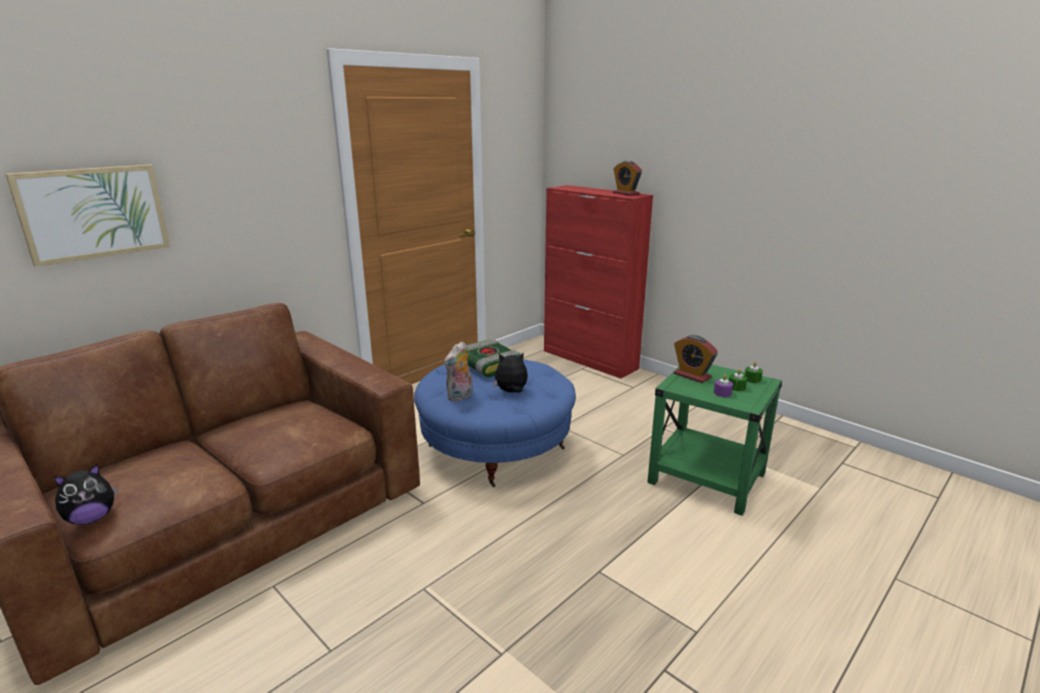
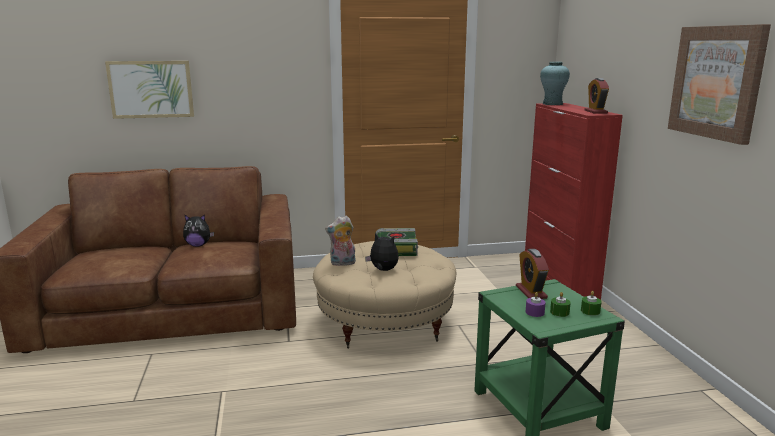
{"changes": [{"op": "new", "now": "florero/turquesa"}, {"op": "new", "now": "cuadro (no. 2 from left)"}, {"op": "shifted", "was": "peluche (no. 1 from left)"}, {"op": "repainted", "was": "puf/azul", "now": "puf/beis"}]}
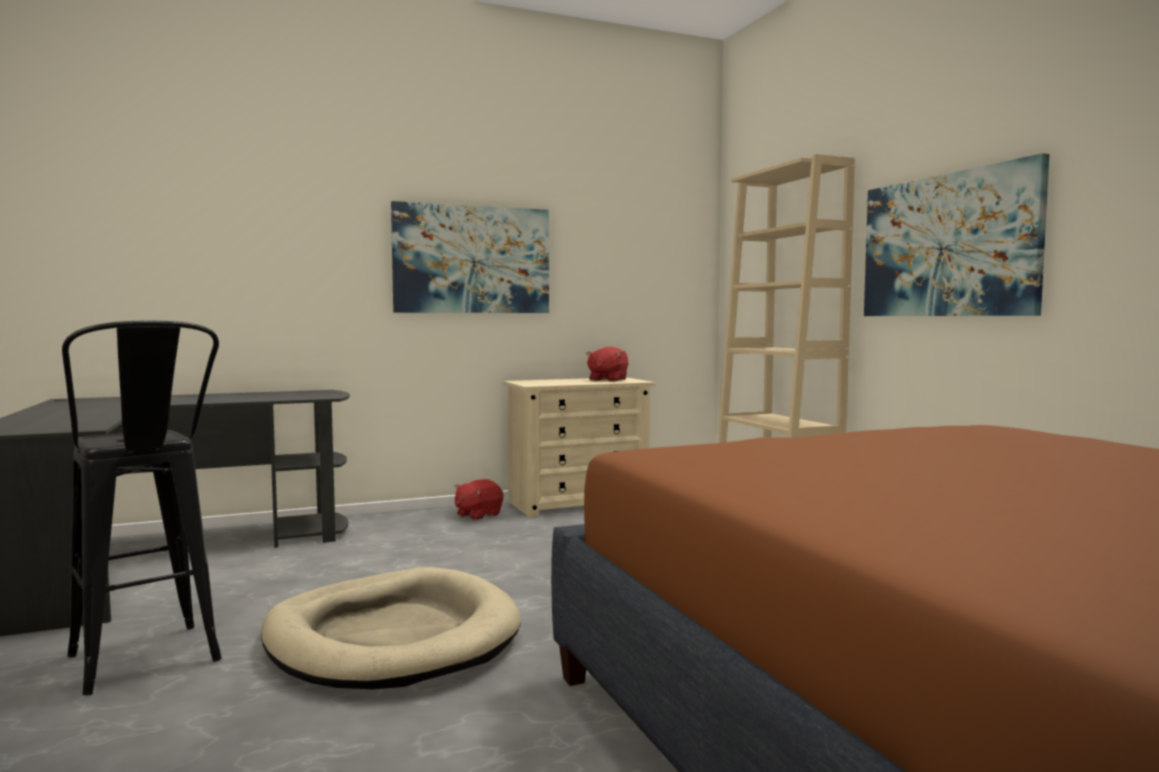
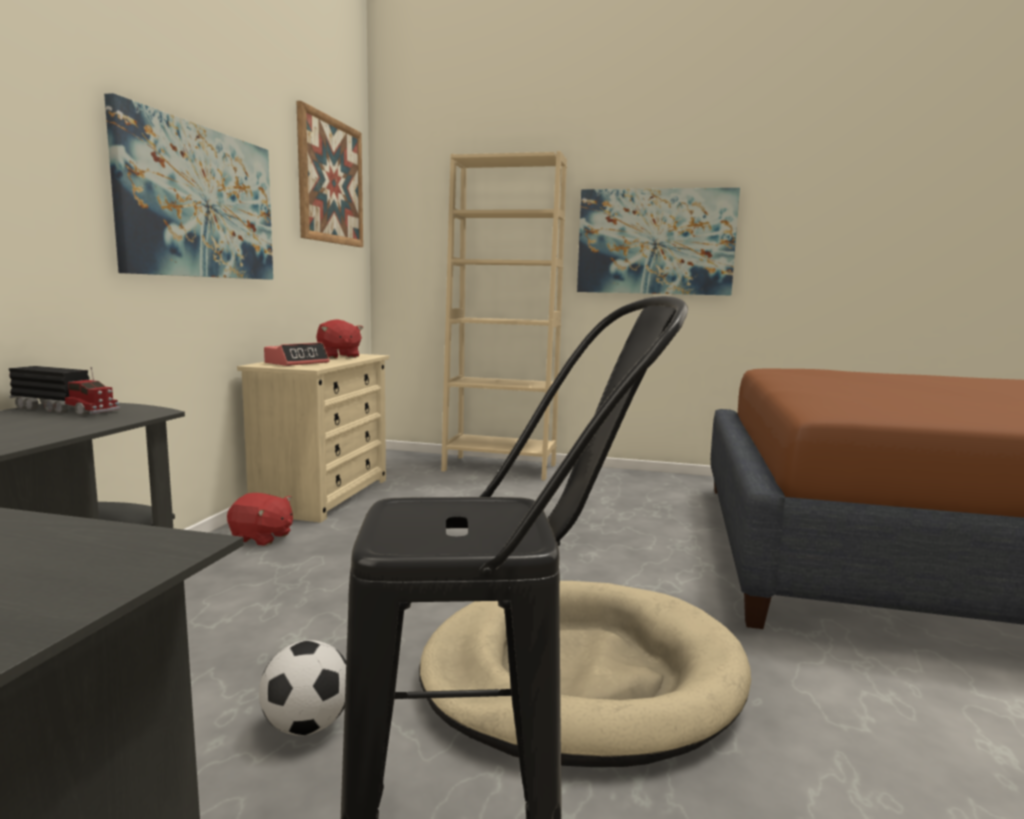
{"changes": [{"op": "new", "now": "camión de juguete"}, {"op": "new", "now": "balón de fútbol"}, {"op": "new", "now": "despertador"}, {"op": "new", "now": "cuadro (no. 2 from left)"}, {"op": "rotated", "was": "peluche/rojo (no. 1 from left)", "clockwise": -60}]}
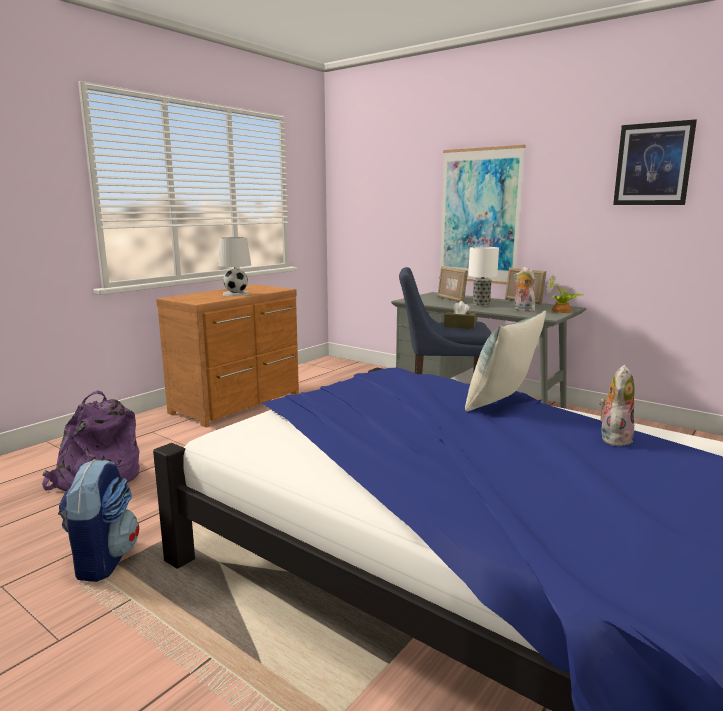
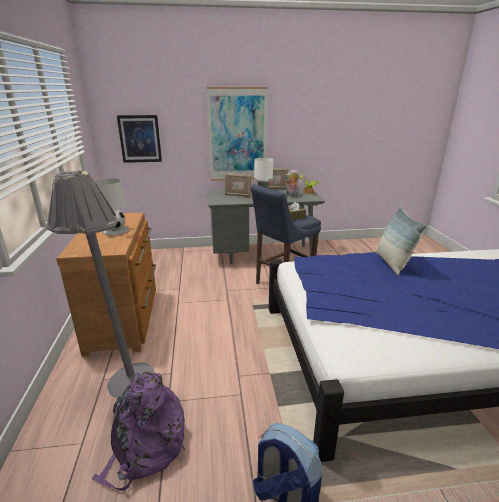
{"changes": [{"op": "gone", "was": "peluche (no. 2 from left)"}, {"op": "new", "now": "lámpara de pie/gris"}, {"op": "shifted", "was": "cuadro (no. 2 from left in the first image)", "now": "cuadro (no. 1 from left)"}]}
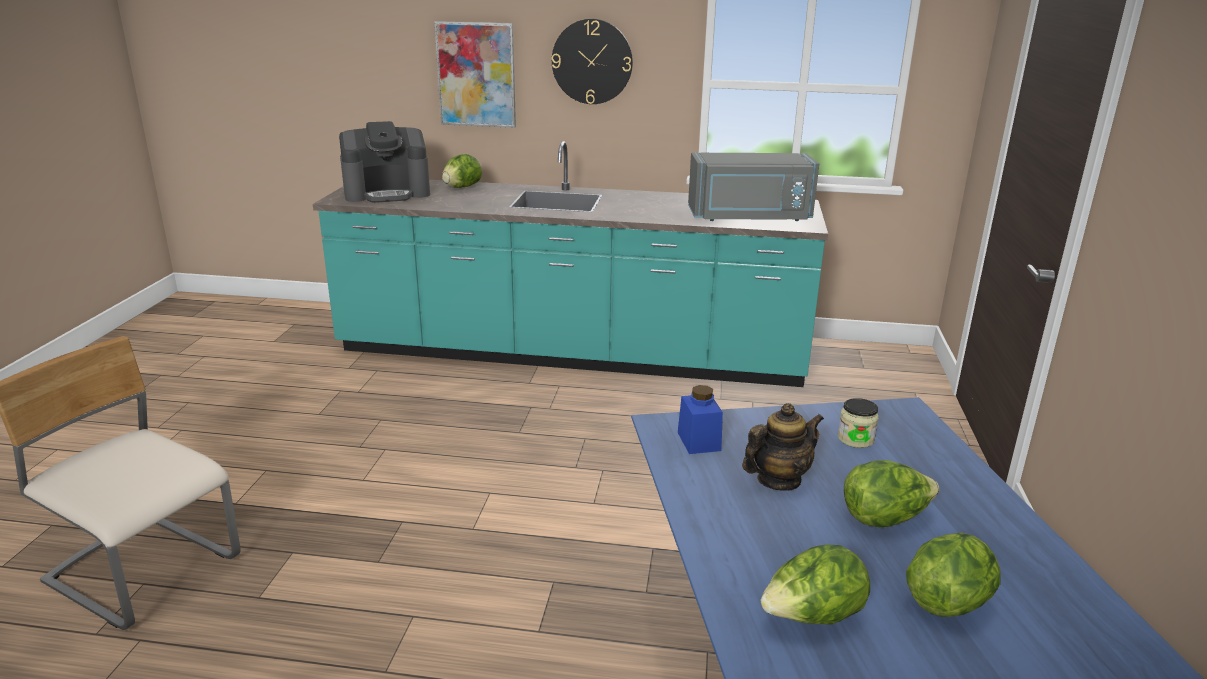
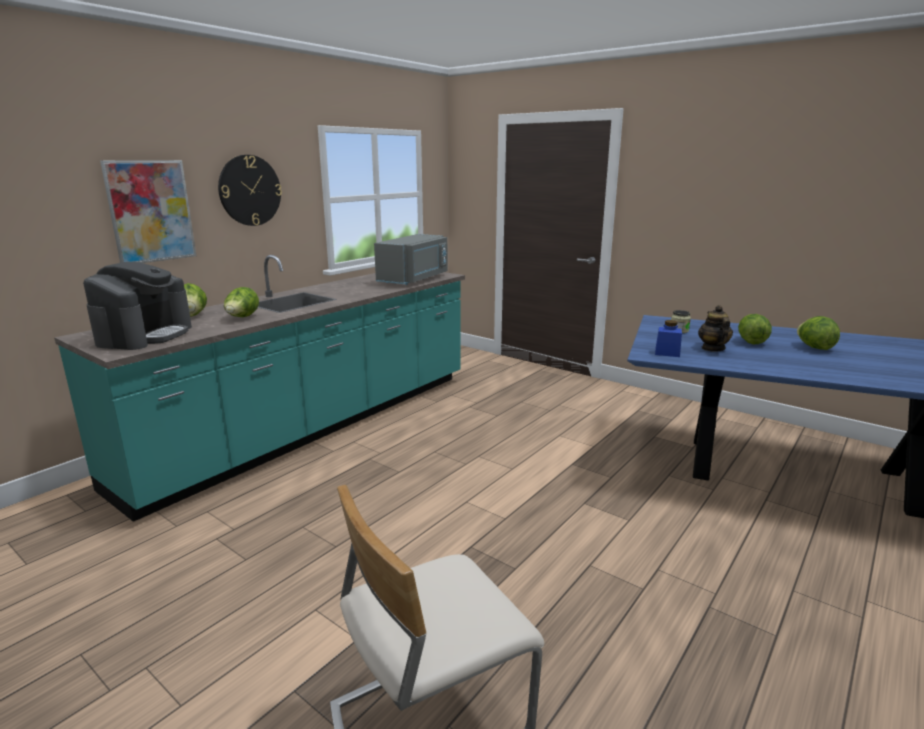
{"changes": [{"op": "shifted", "was": "lechuga (no. 2 from left)"}]}
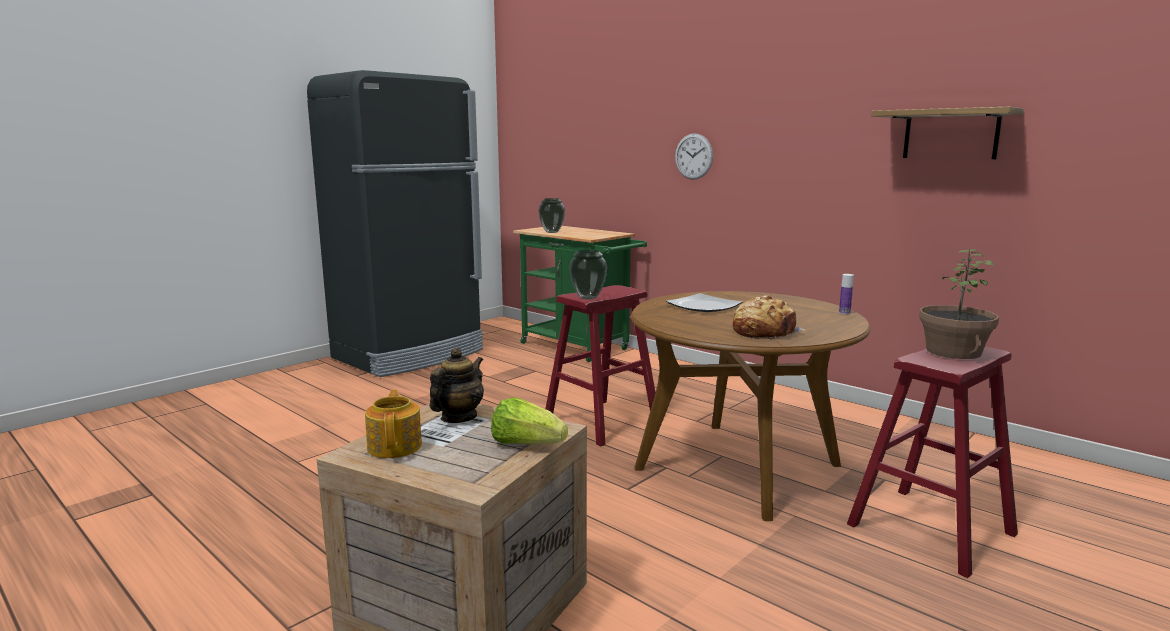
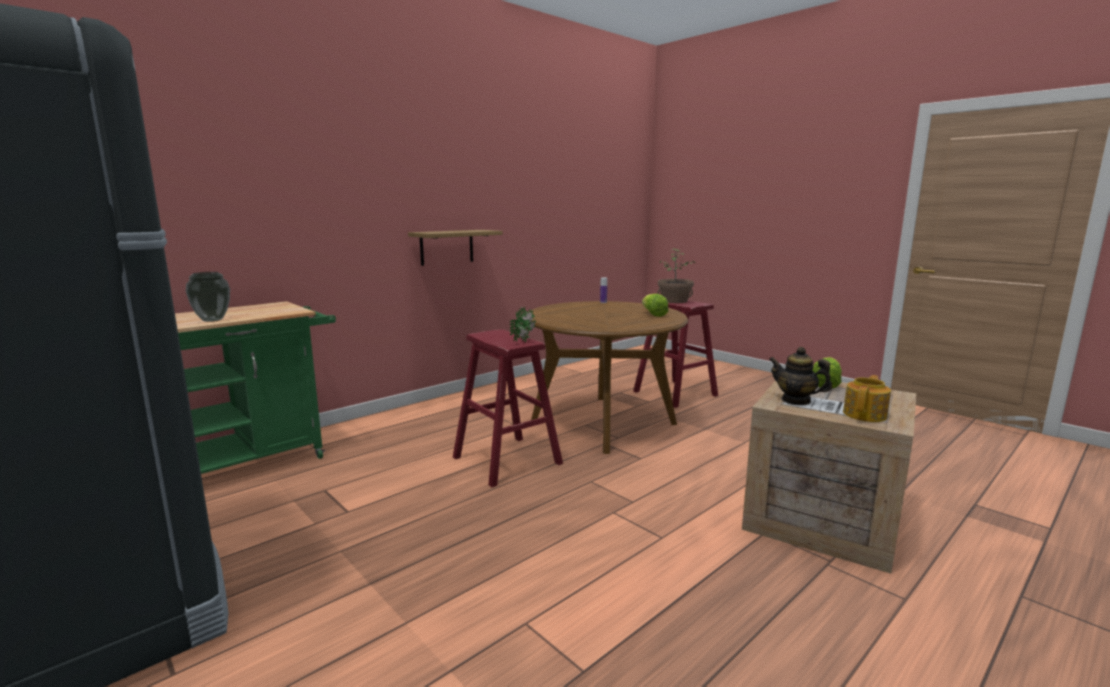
{"changes": [{"op": "gone", "was": "plato"}, {"op": "gone", "was": "reloj de pared"}, {"op": "shifted", "was": "estante"}, {"op": "swapped", "was": "florero (no. 2 from left)", "now": "planta en maceta (no. 1 from left)"}, {"op": "swapped", "was": "pan", "now": "lechuga (no. 1 from left)"}, {"op": "rotated", "was": "tetera (no. 1 from left in the first image)", "clockwise": 135}]}
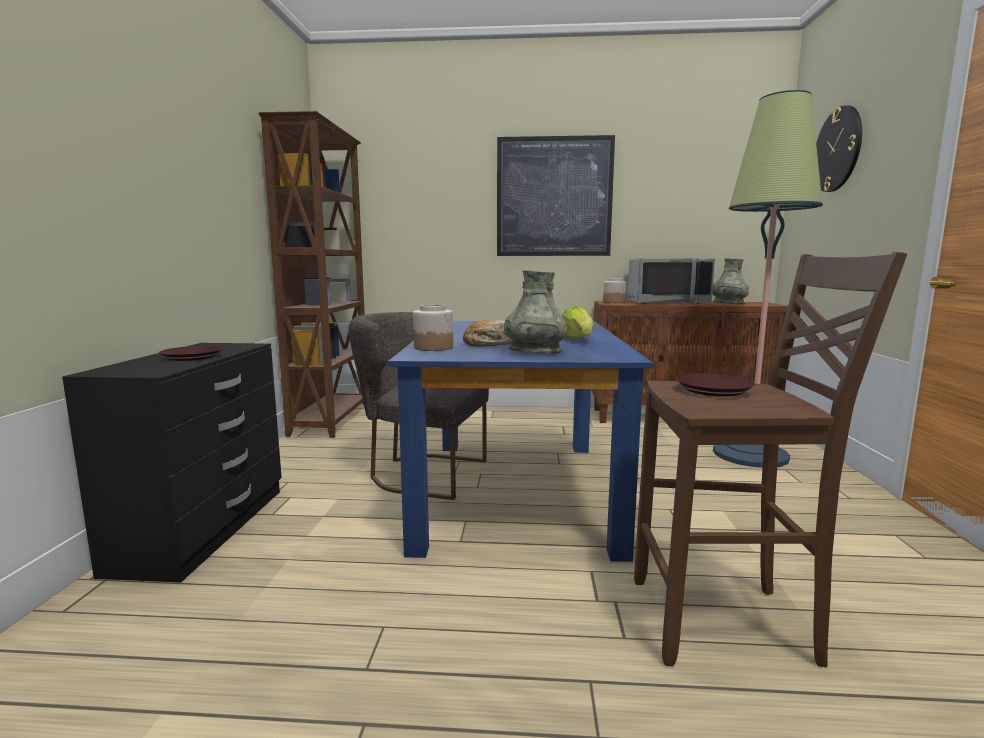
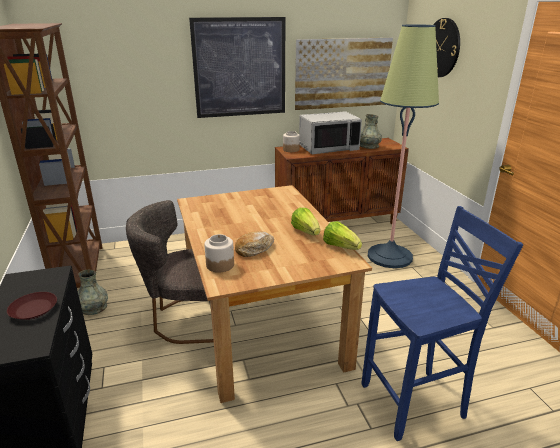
{"changes": [{"op": "gone", "was": "plato/marrón (no. 2 from left)"}, {"op": "new", "now": "cuadro (no. 2 from left)"}, {"op": "new", "now": "lechuga (no. 2 from left)"}, {"op": "shifted", "was": "florero/gris (no. 1 from left)"}, {"op": "repainted", "was": "mesa de comedor/azul", "now": "mesa de comedor/marrón"}, {"op": "repainted", "was": "taburete/marrón", "now": "taburete/azul"}]}
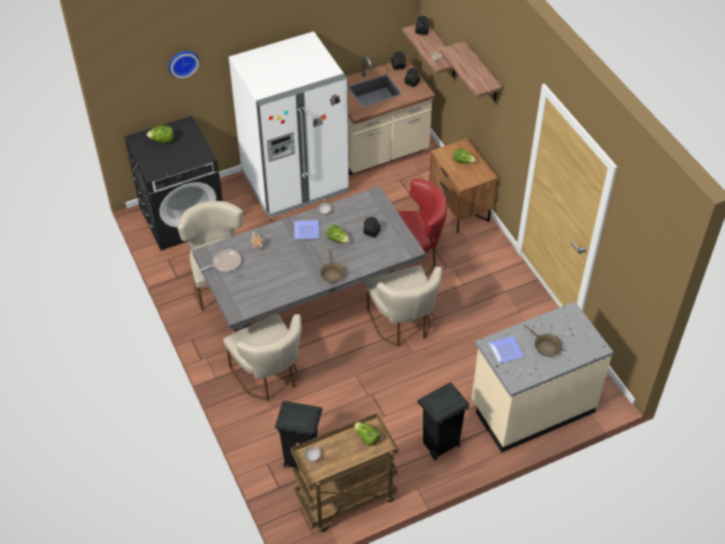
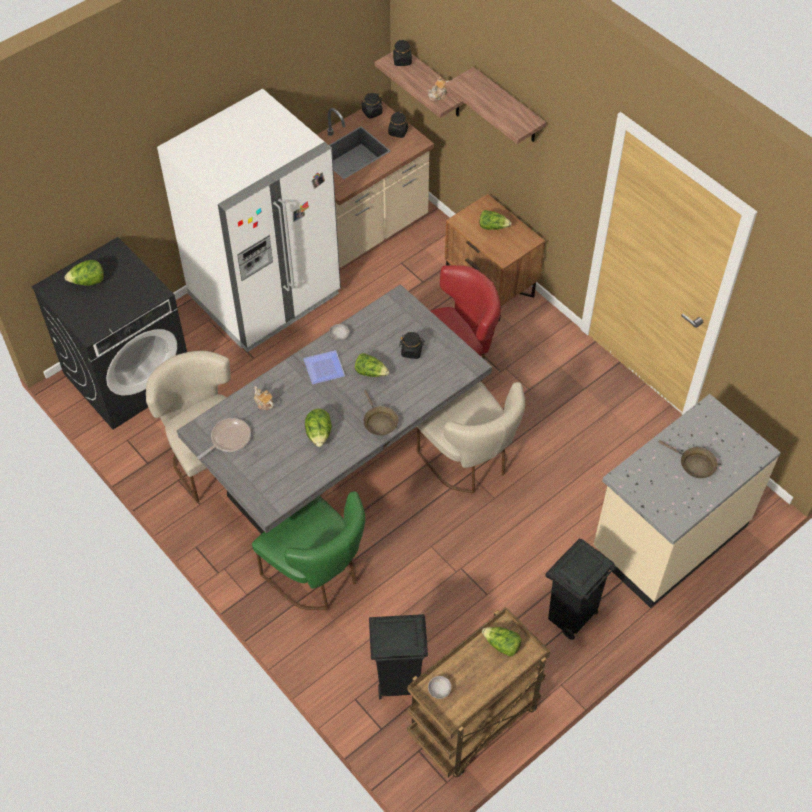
{"changes": [{"op": "gone", "was": "reloj de pared"}, {"op": "gone", "was": "plato (no. 2 from left)"}, {"op": "new", "now": "lechuga (no. 2 from left)"}, {"op": "repainted", "was": "silla/beis (no. 2 from left)", "now": "silla/verde"}]}
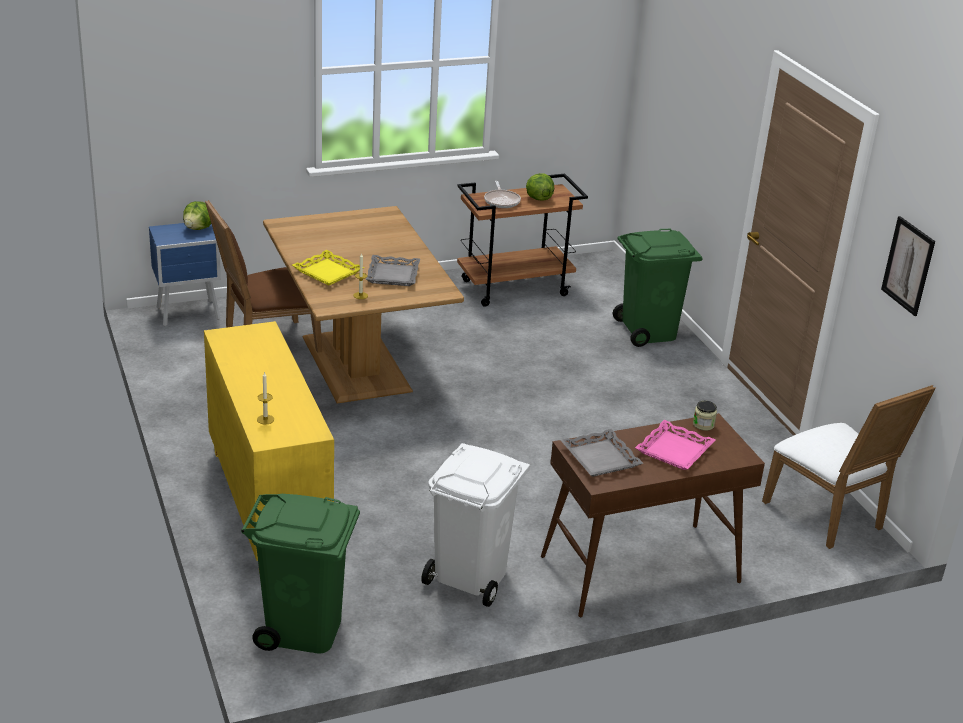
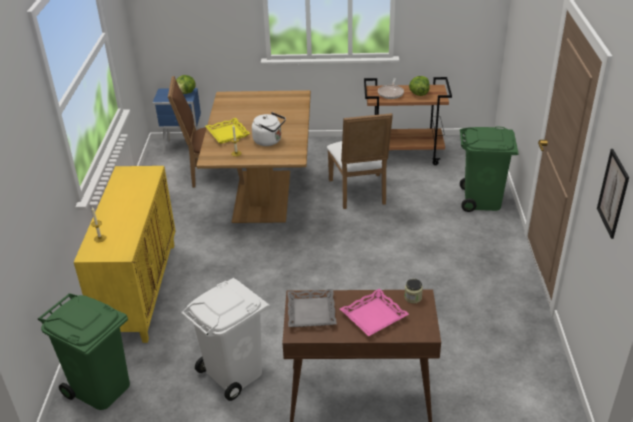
{"changes": [{"op": "shifted", "was": "silla/blanco"}, {"op": "swapped", "was": "bandeja/gris (no. 1 from left)", "now": "hervidor/blanco"}]}
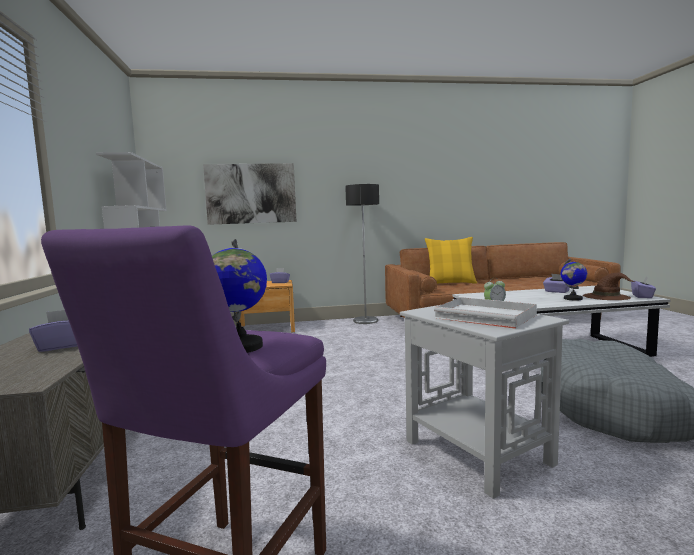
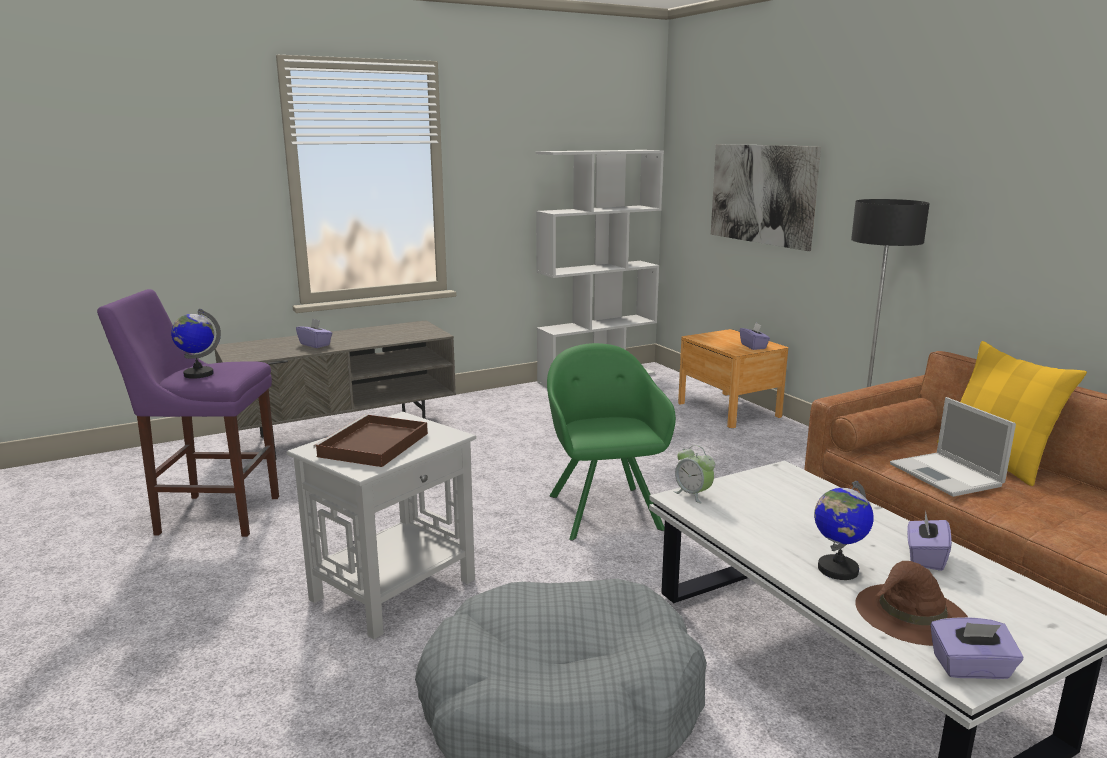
{"changes": [{"op": "new", "now": "sillón/verde"}, {"op": "new", "now": "portátil"}, {"op": "repainted", "was": "bandeja/blanco", "now": "bandeja/marrón"}]}
